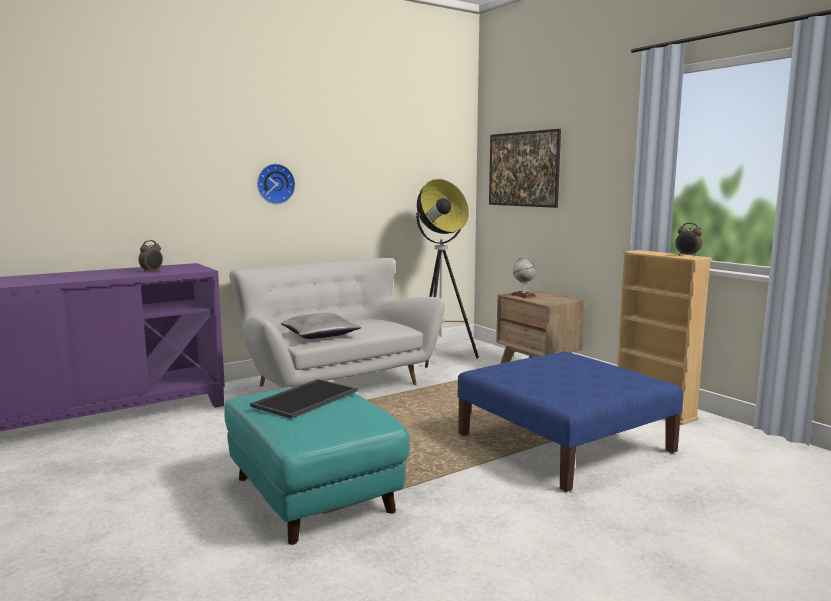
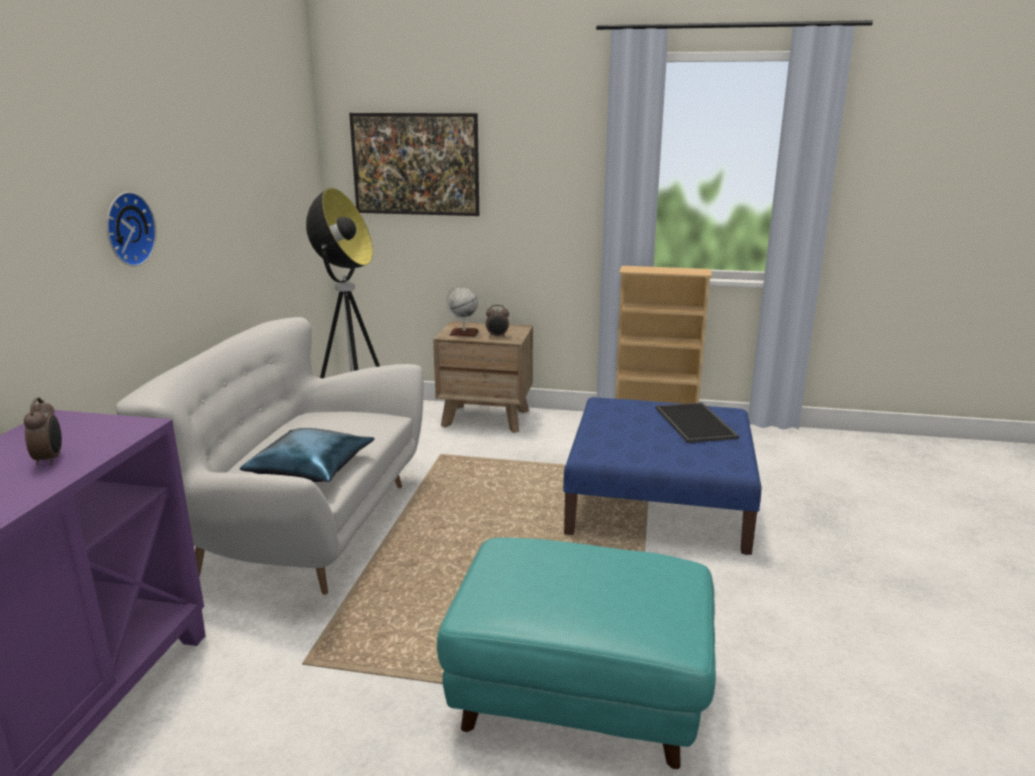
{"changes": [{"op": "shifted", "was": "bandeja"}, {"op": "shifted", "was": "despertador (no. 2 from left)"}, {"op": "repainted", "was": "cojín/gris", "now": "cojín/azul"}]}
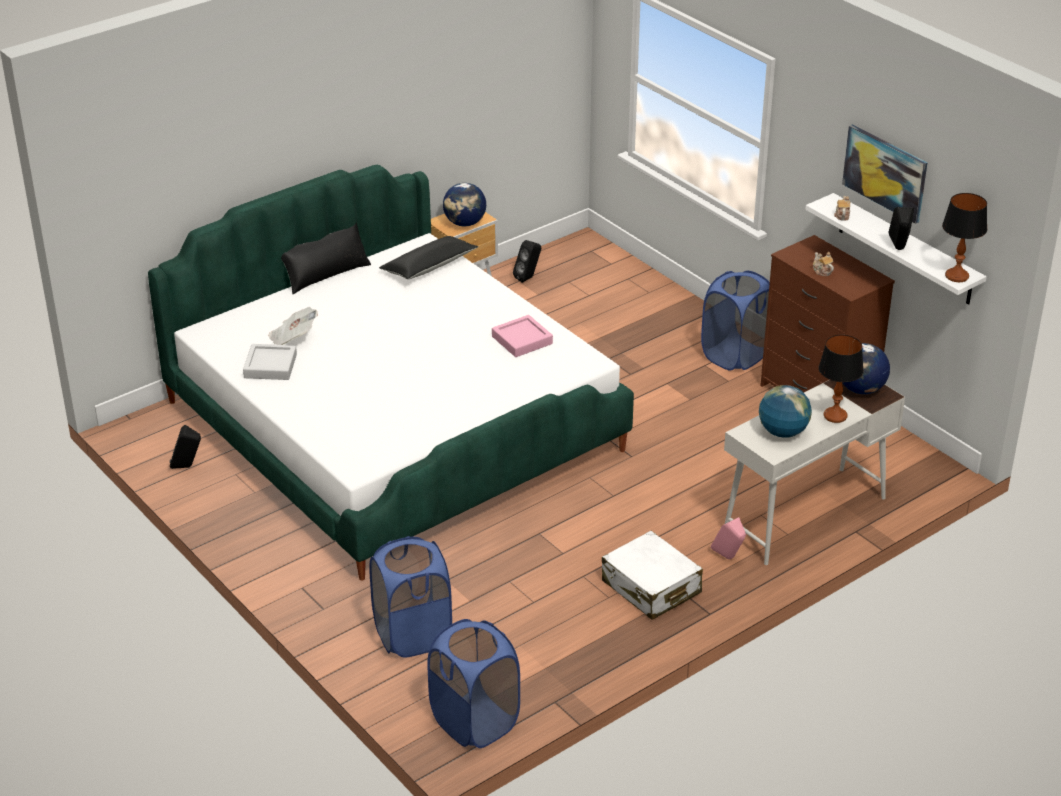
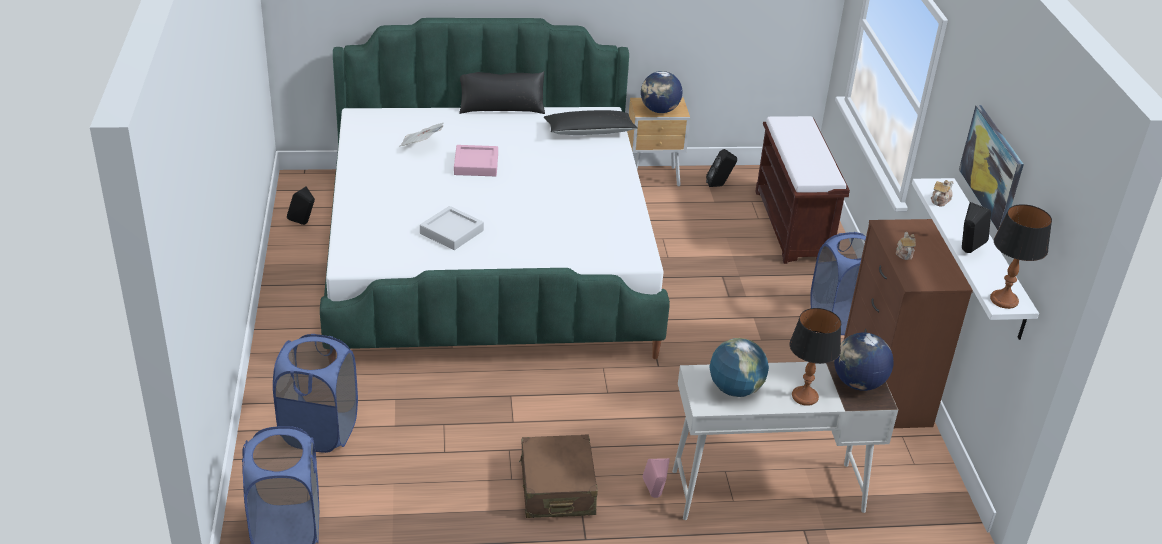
{"changes": [{"op": "new", "now": "banco/marrón"}, {"op": "shifted", "was": "bandeja/gris"}, {"op": "shifted", "was": "bandeja/rosa"}, {"op": "repainted", "was": "maleta/blanco", "now": "maleta/marrón"}]}
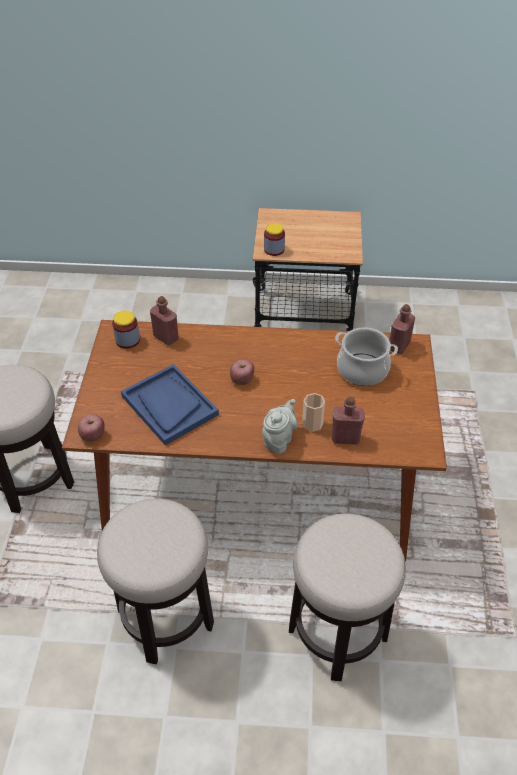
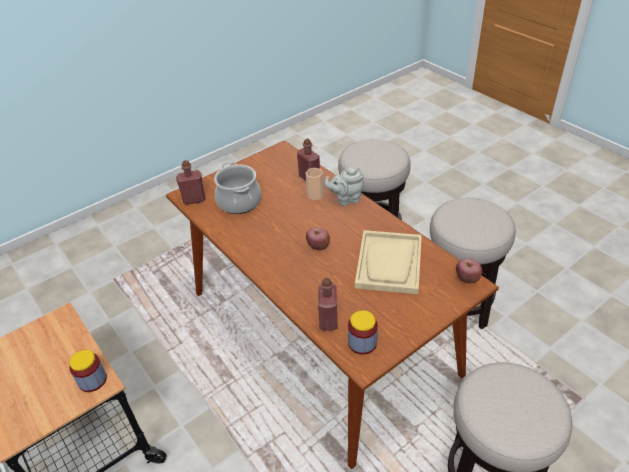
{"changes": [{"op": "repainted", "was": "bandeja/azul", "now": "bandeja/beis"}]}
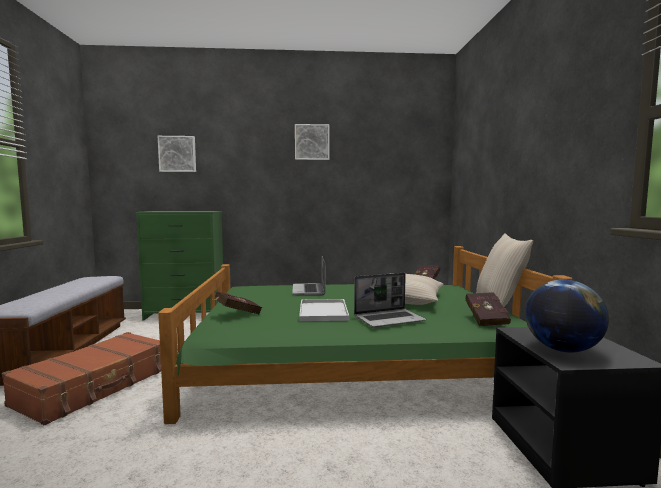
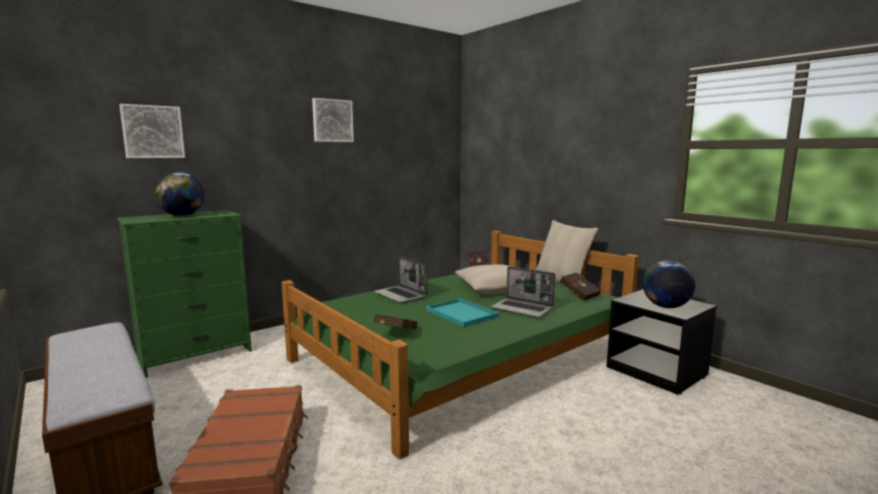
{"changes": [{"op": "new", "now": "globo terráqueo (no. 1 from left)"}, {"op": "repainted", "was": "bandeja/blanco", "now": "bandeja/turquesa"}, {"op": "rotated", "was": "portátil (no. 2 from left)", "clockwise": 90}]}
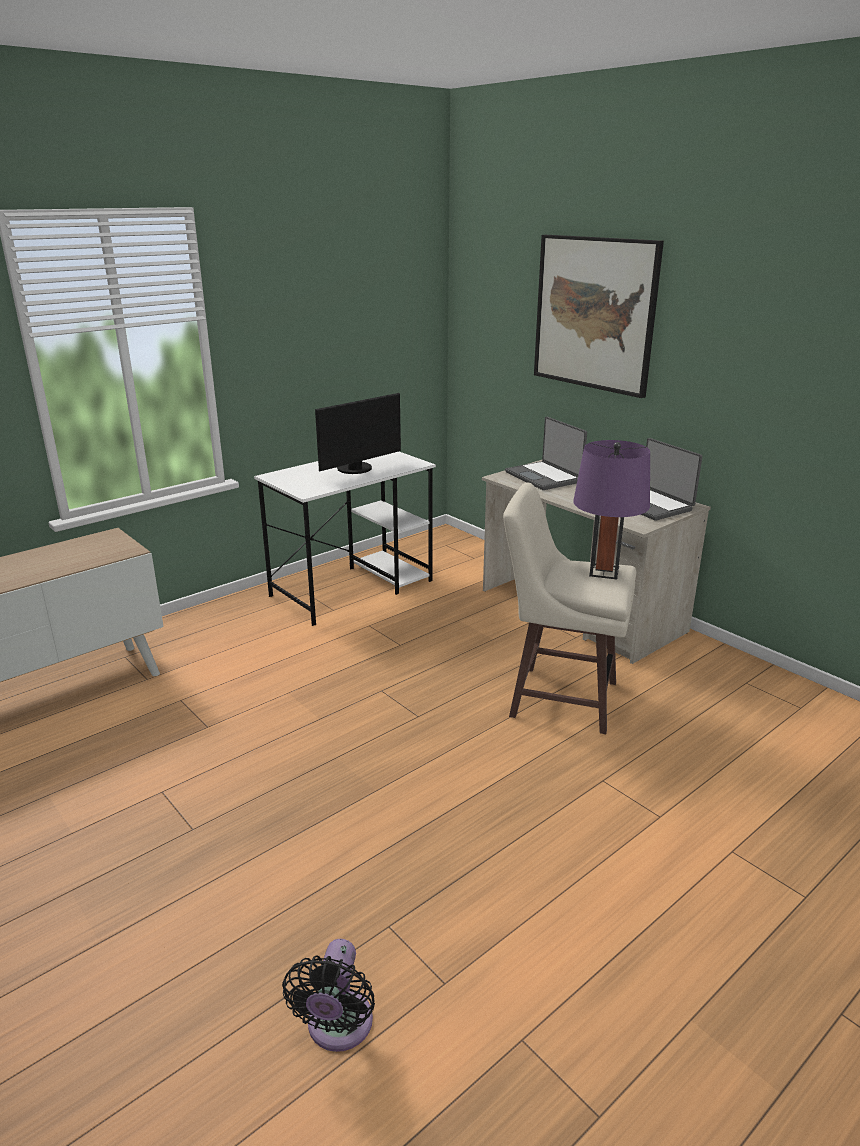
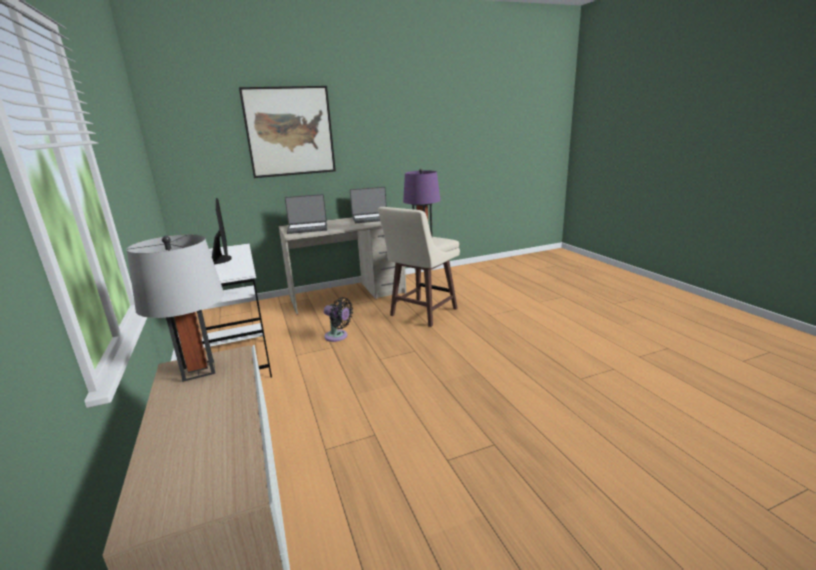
{"changes": [{"op": "new", "now": "lámpara de mesa/gris"}, {"op": "shifted", "was": "ventilador/negro"}]}
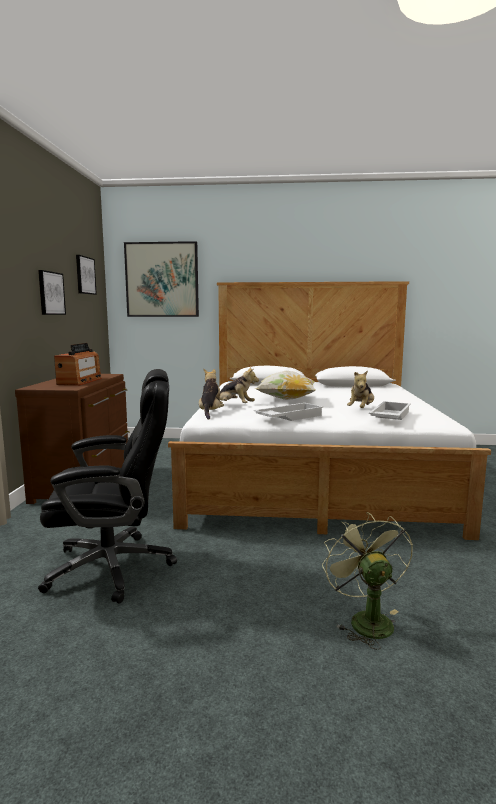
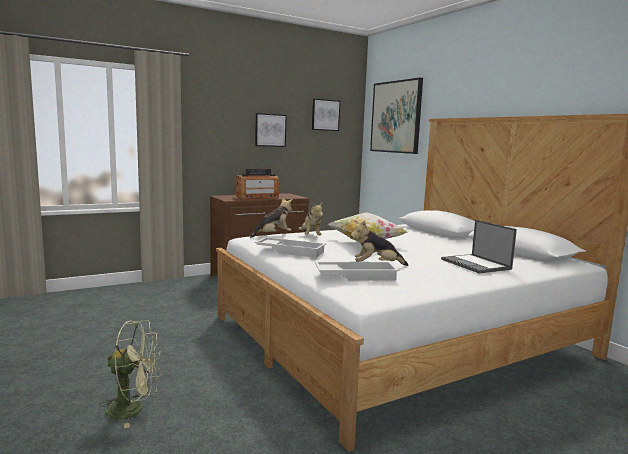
{"changes": [{"op": "gone", "was": "silla de oficina/negro"}, {"op": "new", "now": "portátil"}, {"op": "rotated", "was": "ventilador/verde", "clockwise": 45}]}
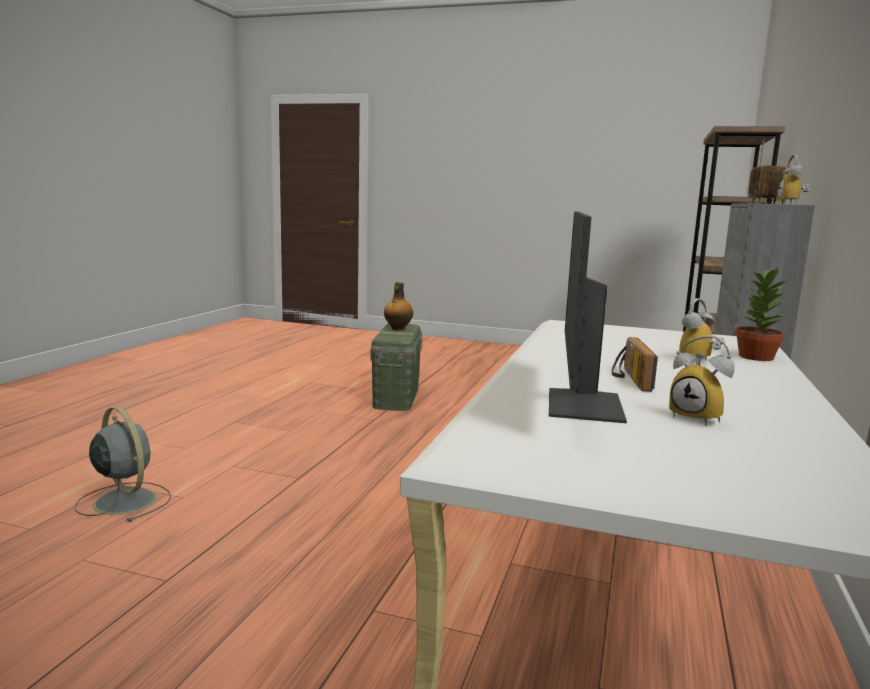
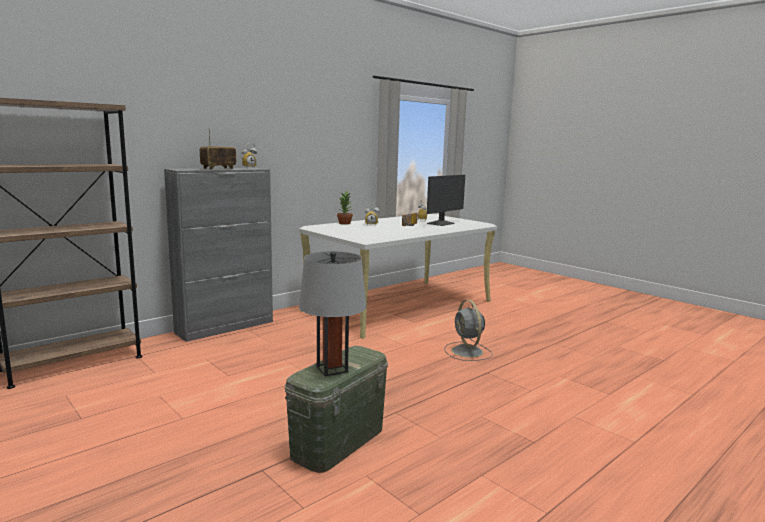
{"changes": [{"op": "shifted", "was": "ventilador/gris"}, {"op": "swapped", "was": "botella", "now": "lámpara de mesa/gris"}]}
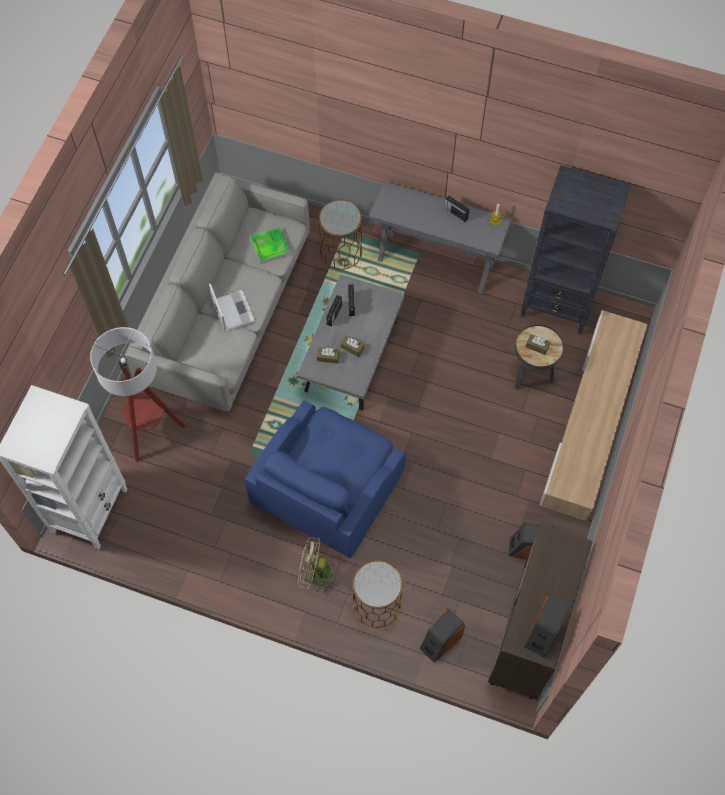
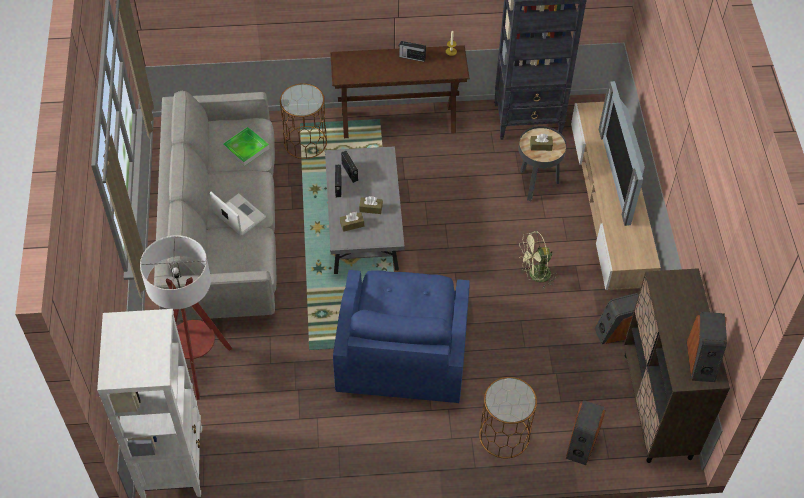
{"changes": [{"op": "new", "now": "televisor"}, {"op": "shifted", "was": "ventilador/verde"}, {"op": "repainted", "was": "mesa consola/gris", "now": "mesa consola/marrón"}]}
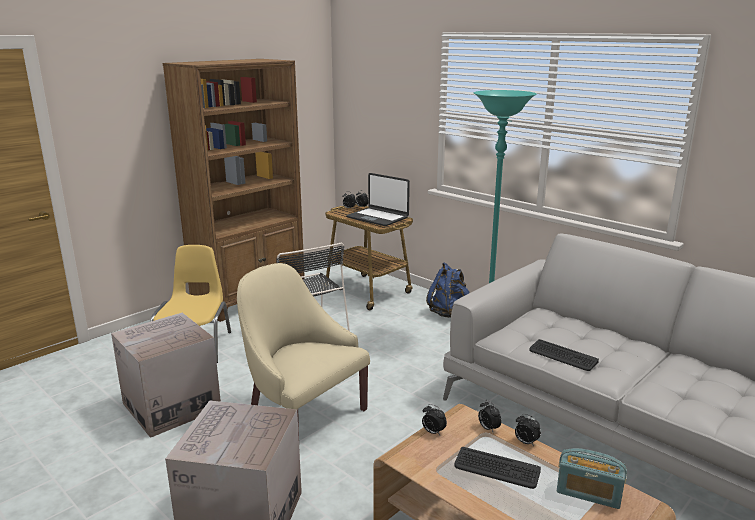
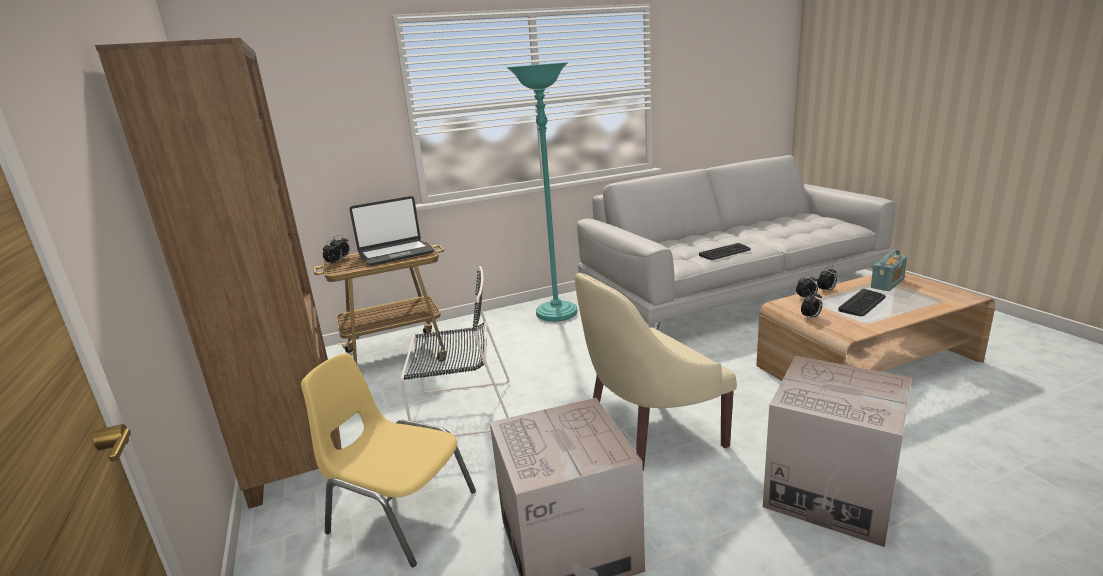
{"changes": [{"op": "gone", "was": "mochila/azul"}]}
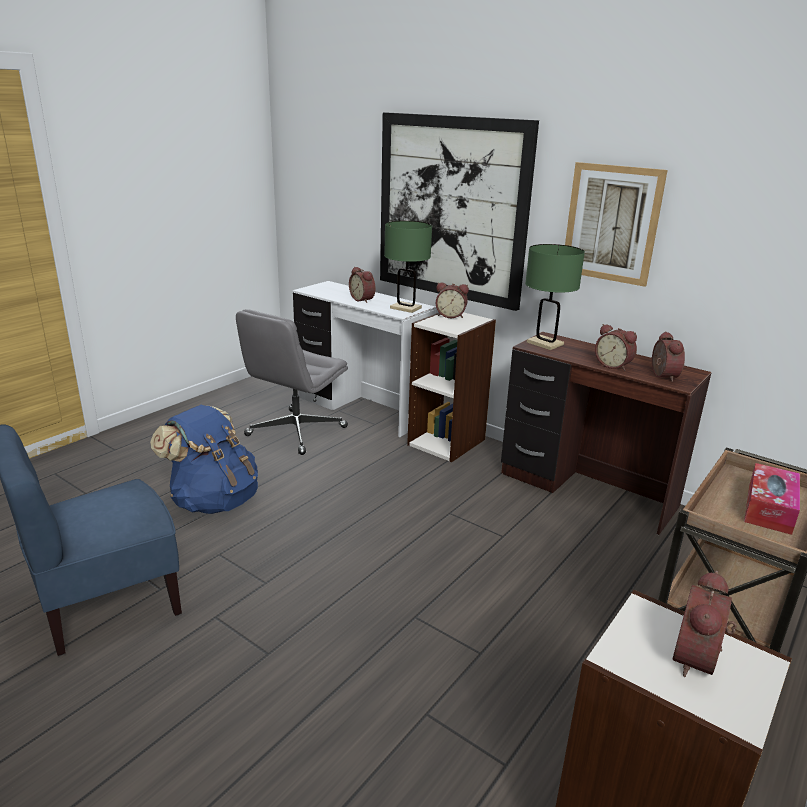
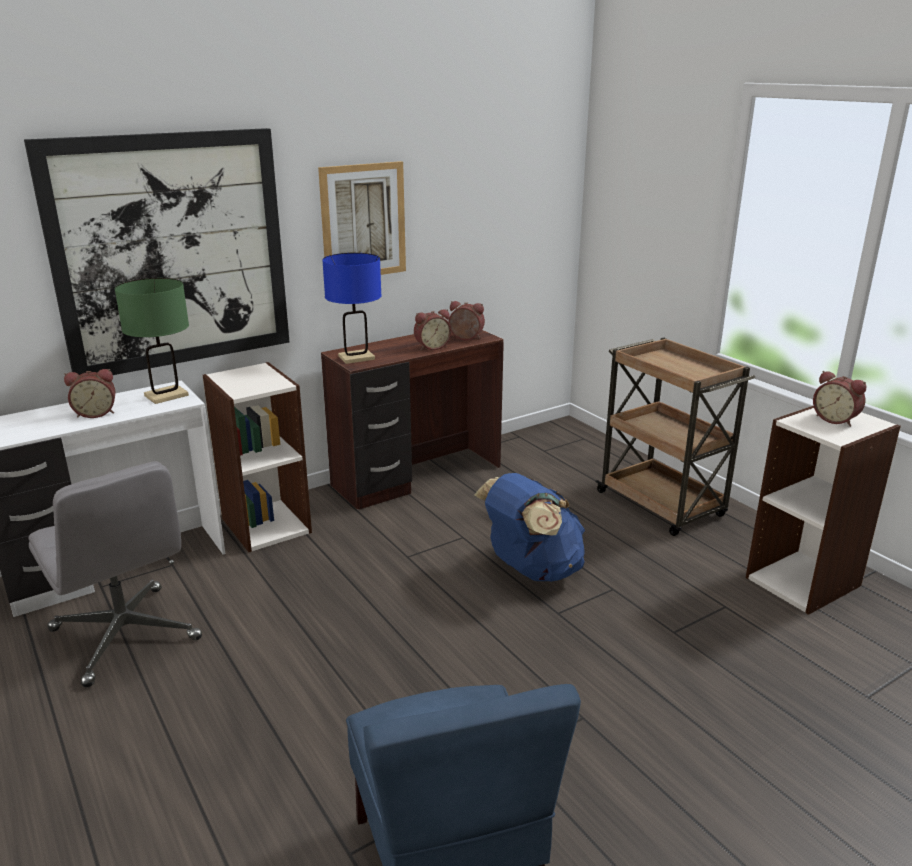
{"changes": [{"op": "gone", "was": "despertador (no. 2 from left)"}, {"op": "gone", "was": "caja de pañuelos"}, {"op": "shifted", "was": "mochila/azul"}, {"op": "repainted", "was": "lámpara de mesa/verde (no. 2 from left)", "now": "lámpara de mesa/azul"}]}
